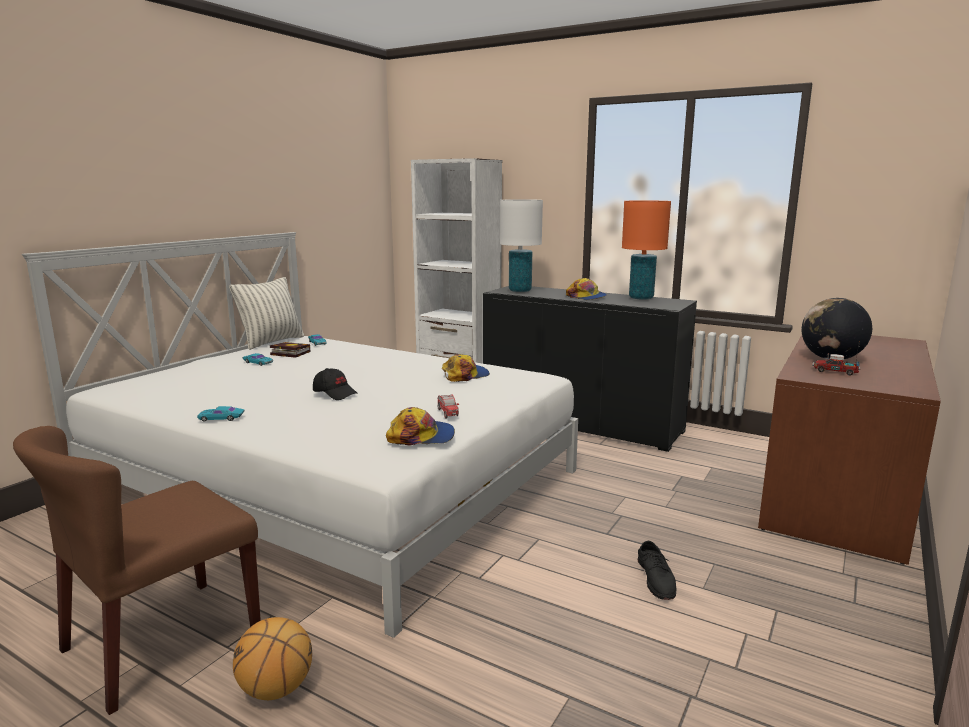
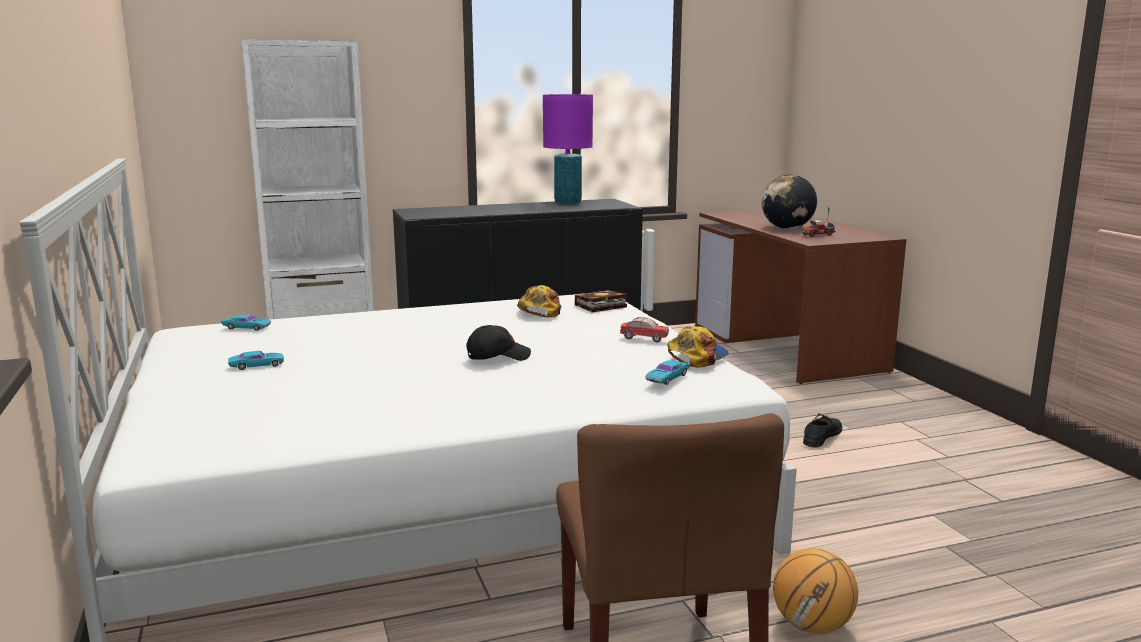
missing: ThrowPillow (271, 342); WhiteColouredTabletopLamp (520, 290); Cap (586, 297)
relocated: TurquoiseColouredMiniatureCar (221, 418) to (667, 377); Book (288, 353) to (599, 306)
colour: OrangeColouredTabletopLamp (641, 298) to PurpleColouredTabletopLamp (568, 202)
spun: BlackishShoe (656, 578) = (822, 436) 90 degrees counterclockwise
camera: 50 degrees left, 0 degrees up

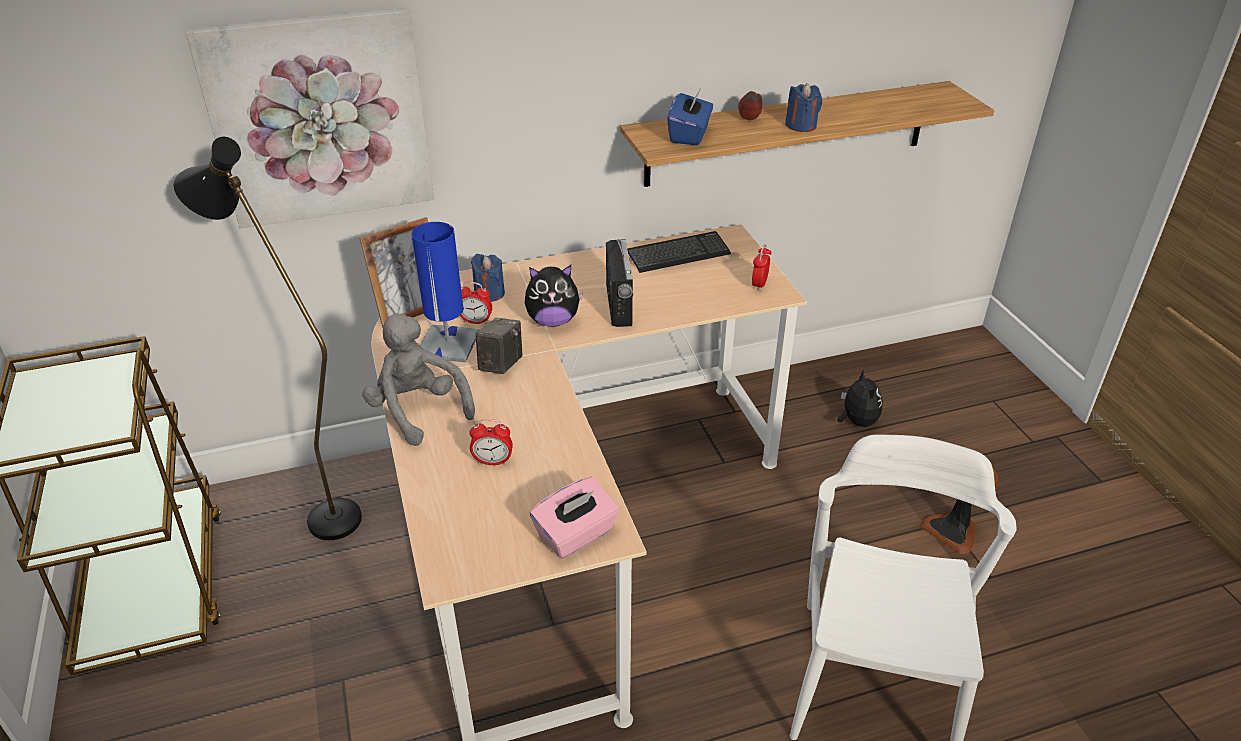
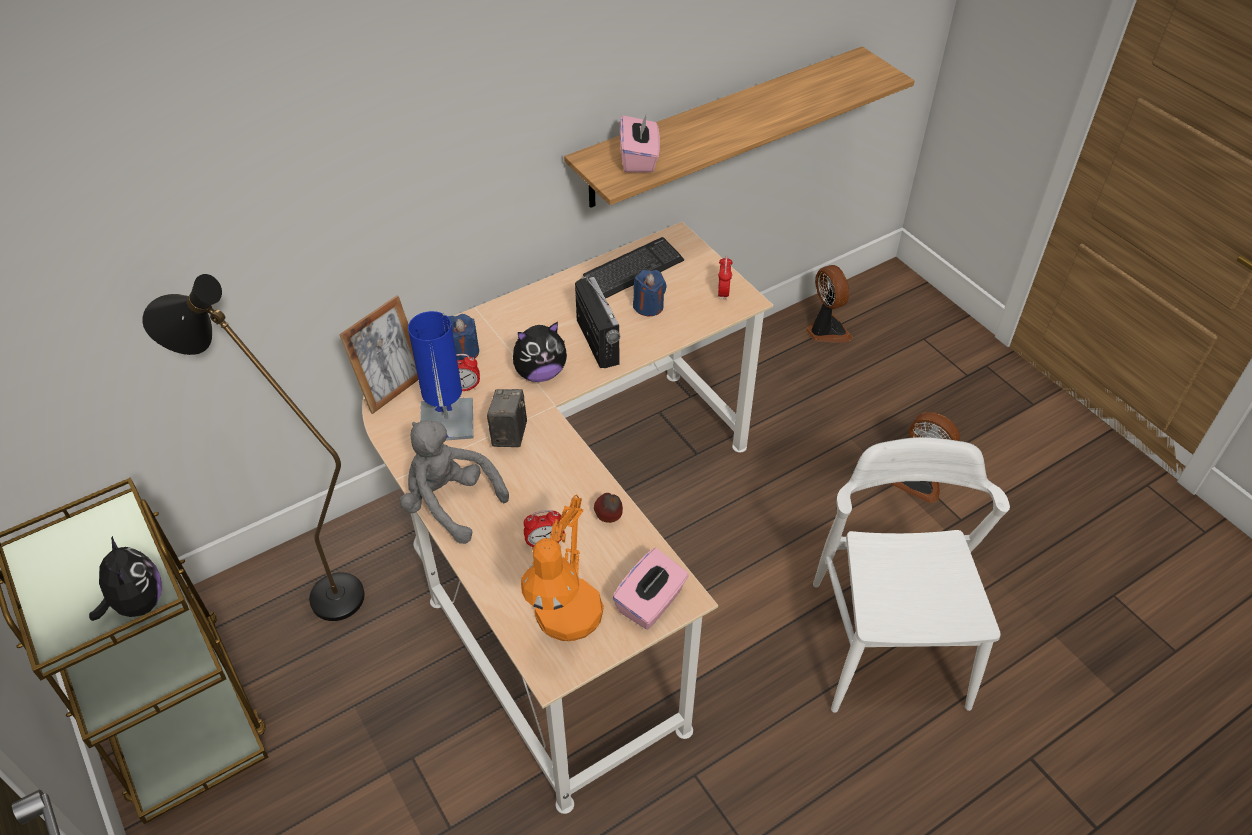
missing: WallPicture (320, 118)
appeared: OrangeColouredTabletopLamp (565, 625); Fan (825, 330)
relocated: AppleFruit (749, 120) to (609, 518); BlueColouredCandle (801, 126) to (648, 306); CuddlyToy (856, 421) to (137, 603)
colour: BlueColouredTissueBox (690, 135) to PinkTissueBox (639, 159)
camera: 15 degrees left, 10 degrees up

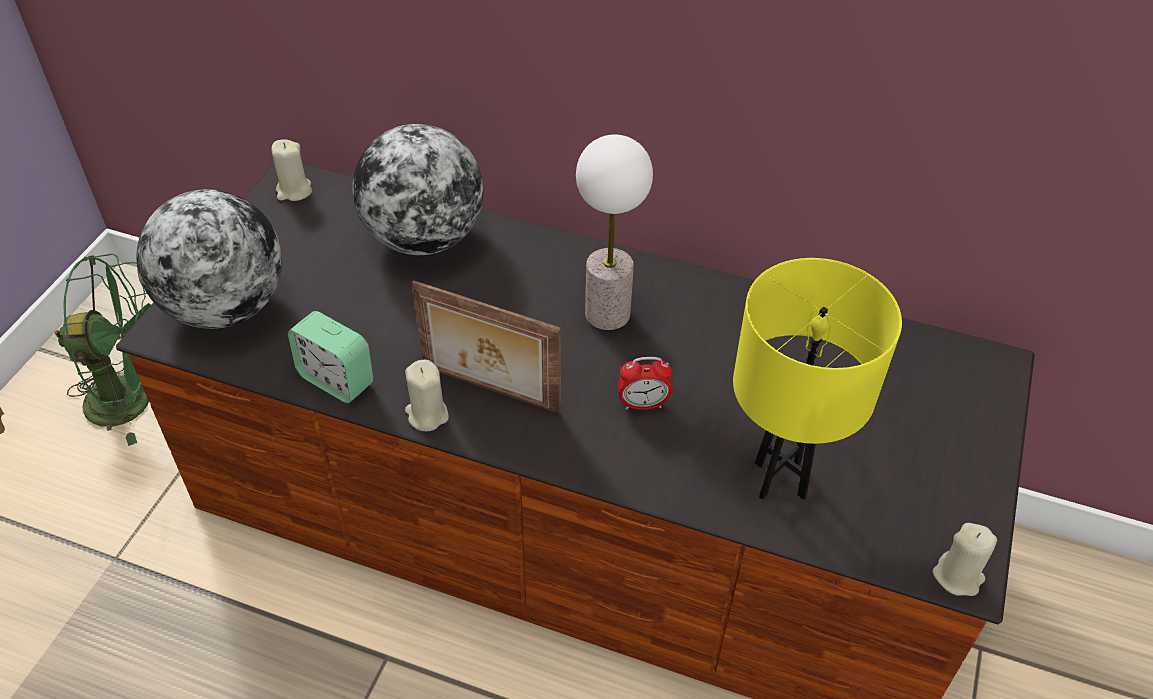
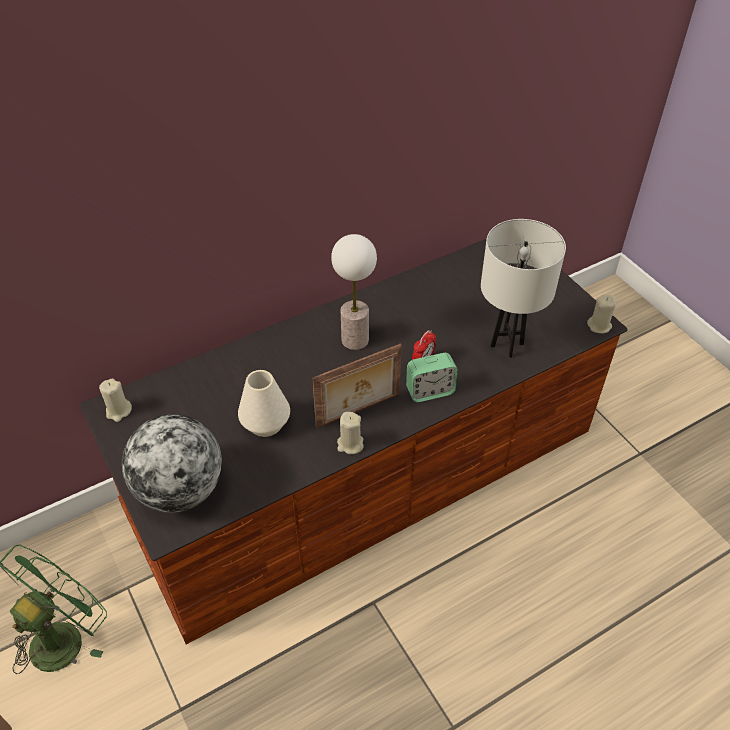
missing: Globe (424, 238)
appeared: WhiteColouredFlowerVase (265, 424)
relocated: BedsideClock (336, 379) to (430, 391)
colour: YellowTabletopLamp (780, 480) to WhiteColouredTabletopLamp (507, 345)
camera: 50 degrees left, 0 degrees up

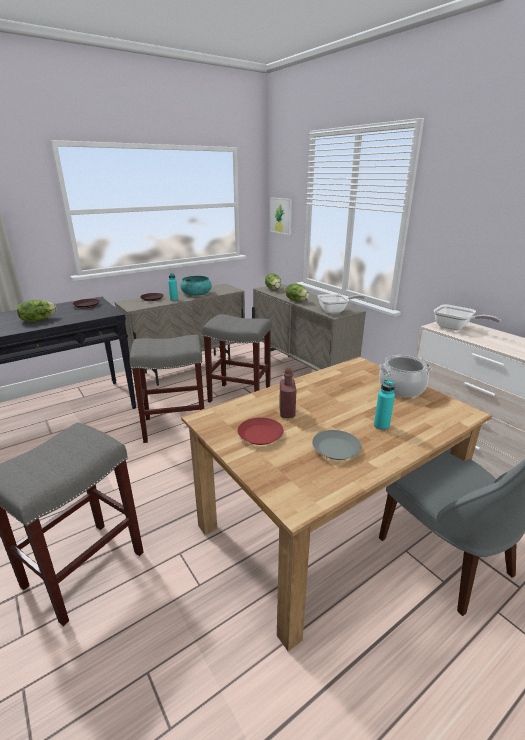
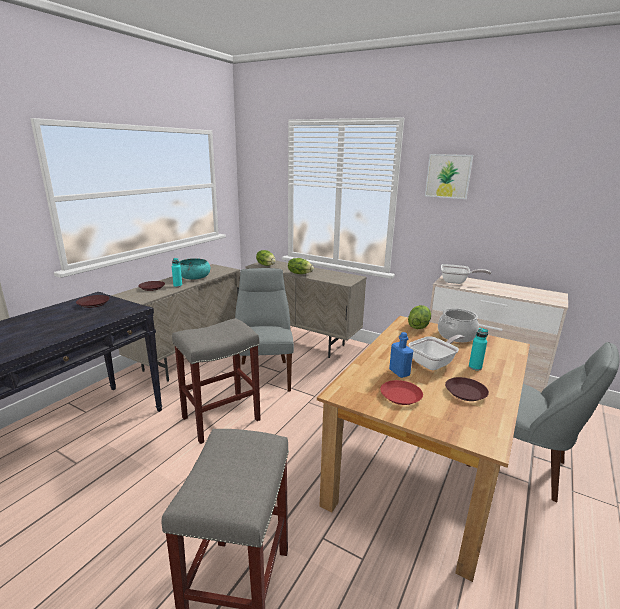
relocated: LettuceHead (38, 320) to (418, 326); WallPicture (281, 215) to (448, 176); Pan (335, 311) to (434, 363)
exchanged: GreyishSittingStool (240, 396) to GreyishPlainChair (264, 374)
colour: RedBeverageBottle (287, 412) to BlueColouredBeverageBottle (399, 372); GreyishPlate (336, 449) to BrownColouredPlate (466, 392)
camera: 25 degrees left, 5 degrees down

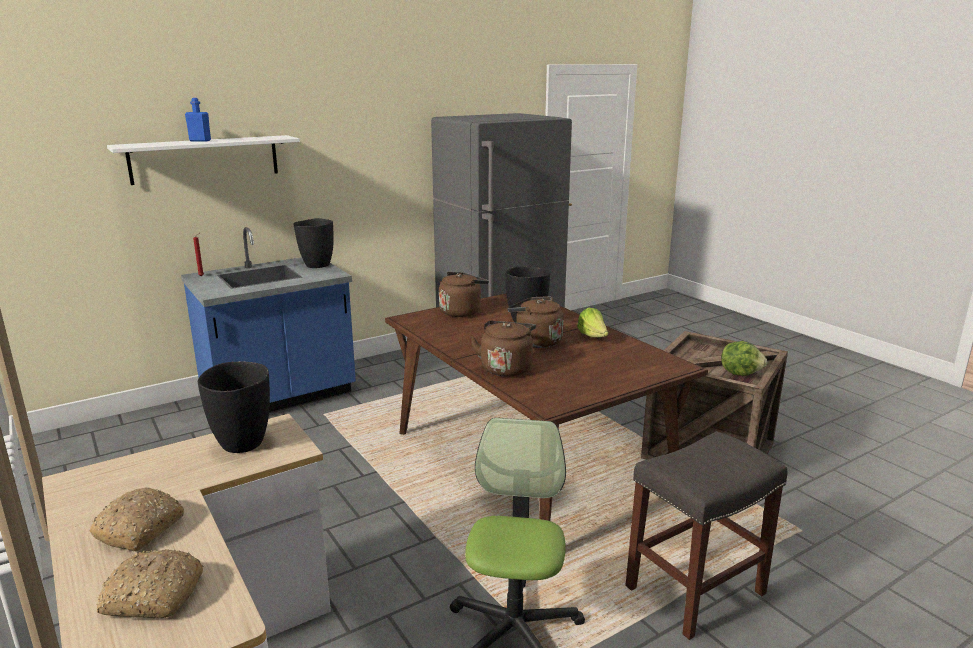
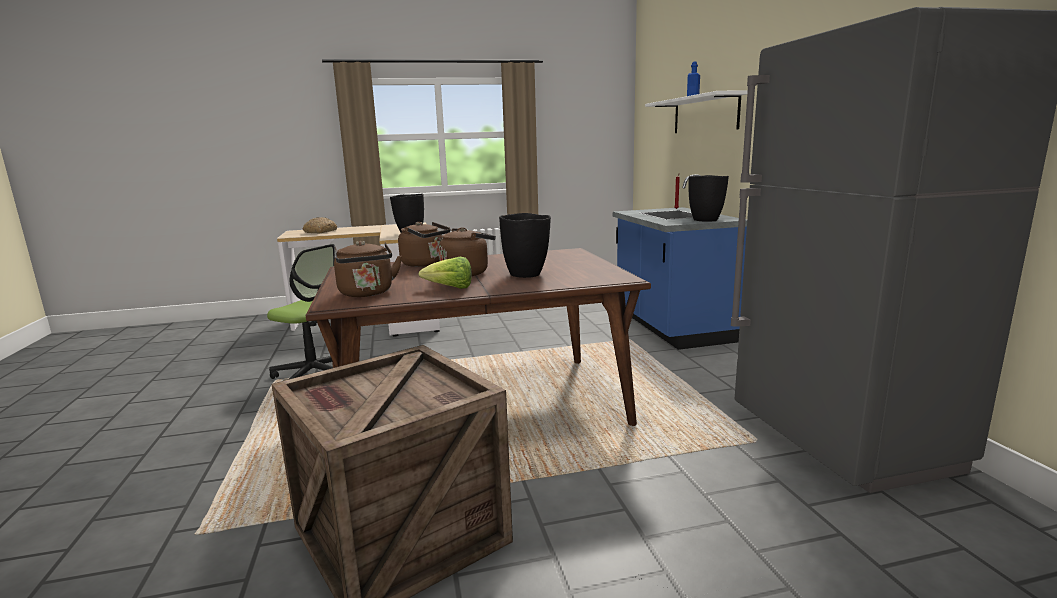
missing: BakedBread (140, 528); GreyishSittingStool (694, 591); LettuceHead (740, 373)
relocated: BrownColouredWaterKettle (462, 311) to (367, 293)
camera: 110 degrees right, 5 degrees down

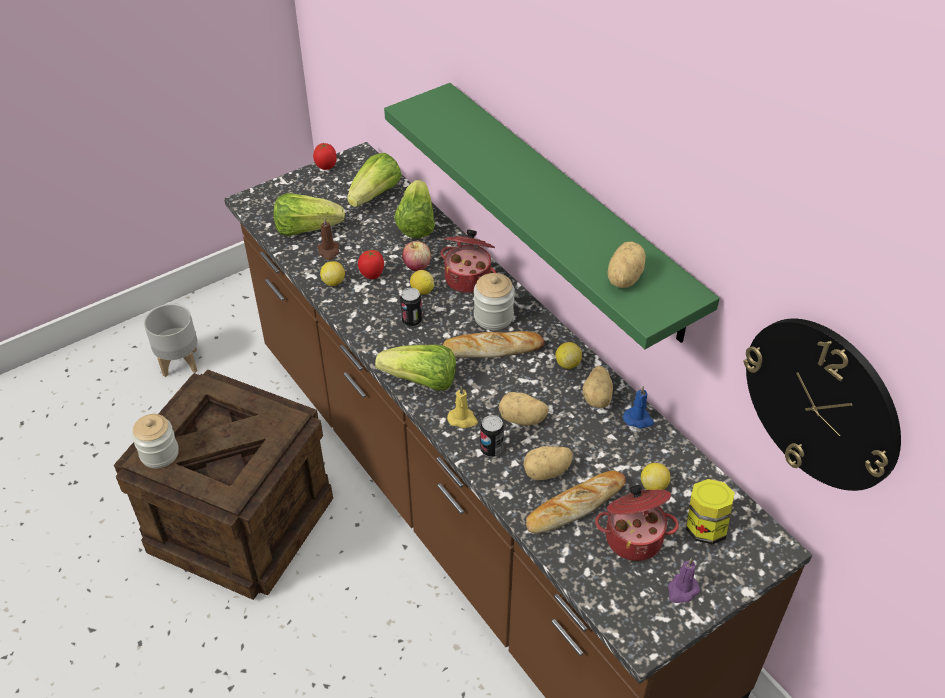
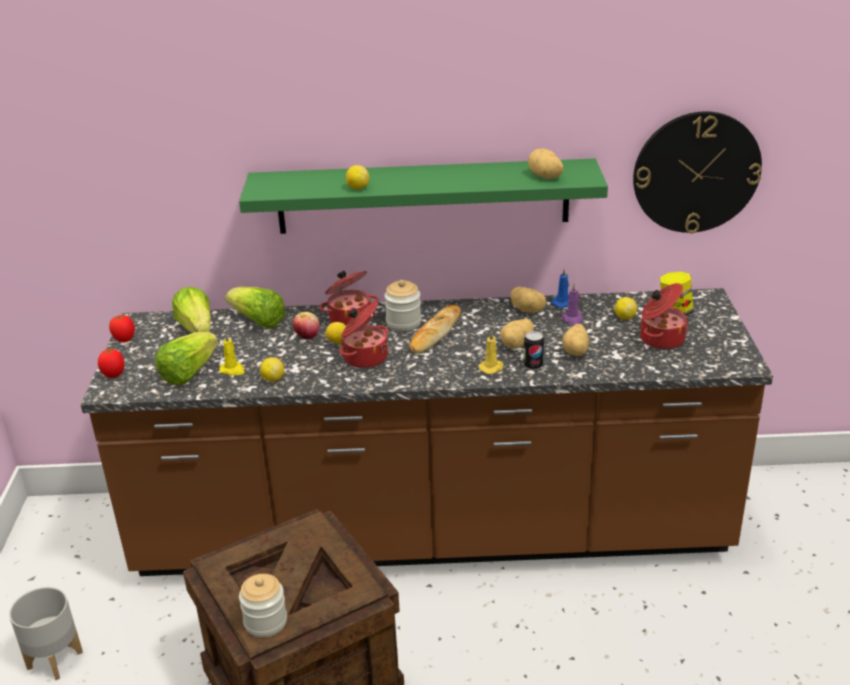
missing: LettuceHead (421, 381); BakedBread (575, 505)
relocated: FreshTomato (372, 275) to (114, 375); Lemon (567, 363) to (358, 188); PurpleColouredCandle (682, 590) to (572, 320)
exchanged: MetalCan (412, 320) to Stockpot (364, 357)
colour: BrownColouredCandle (328, 251) to YellowCandle (233, 370)
camera: 55 degrees left, 15 degrees down

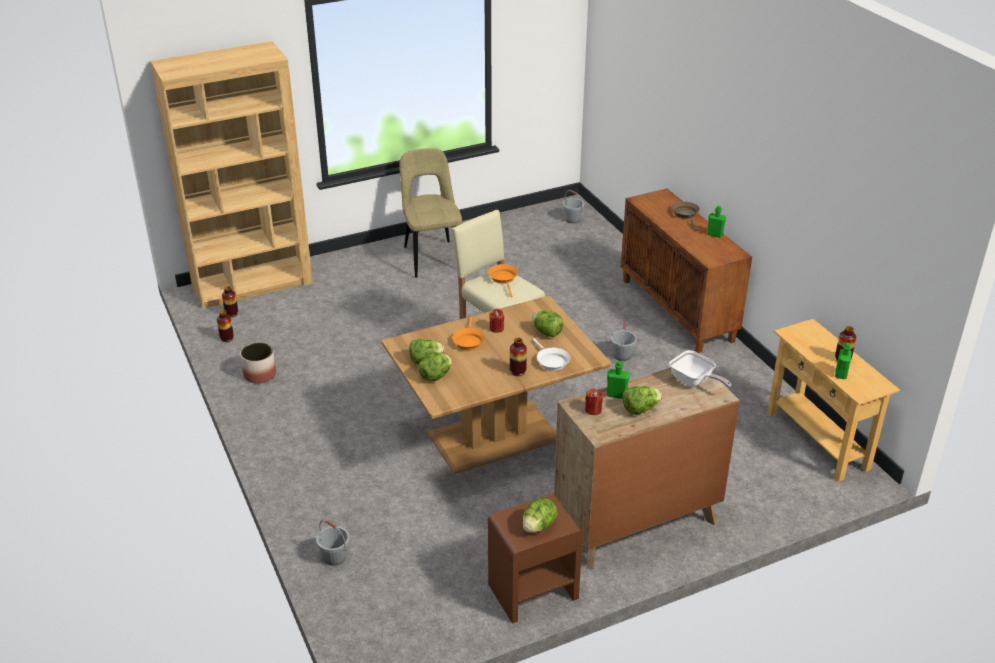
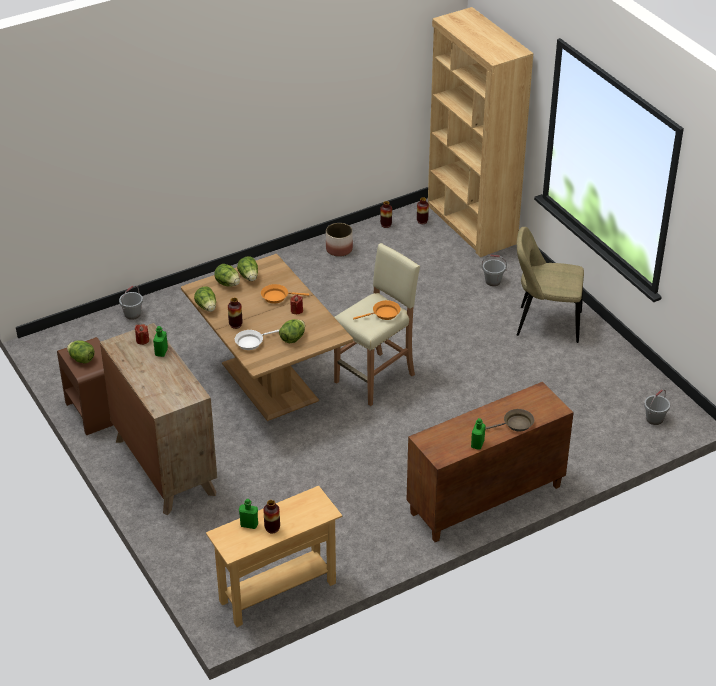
missing: Pan (694, 381)
relocated: GreyishBucket (622, 356) to (492, 281); LettuceHead (640, 409) to (207, 307)
spun: BeigeColouredPlainChair (432, 257) = (545, 324) 150 degrees counterclockwise
camera: 85 degrees right, 5 degrees up

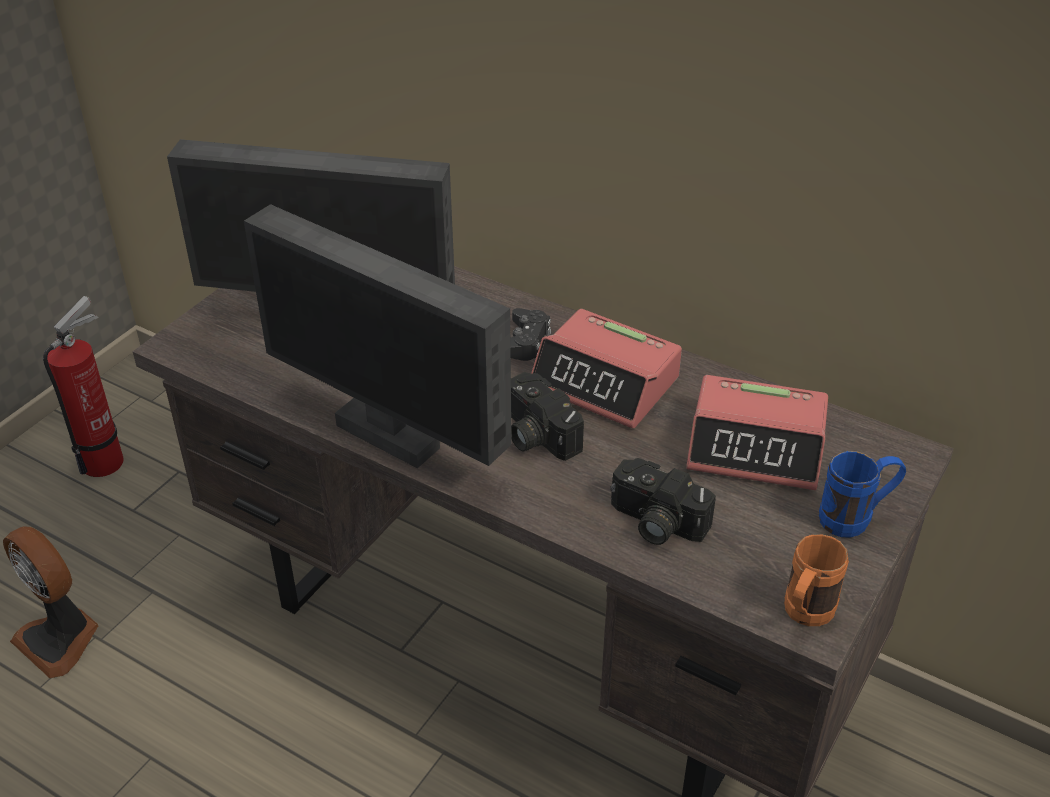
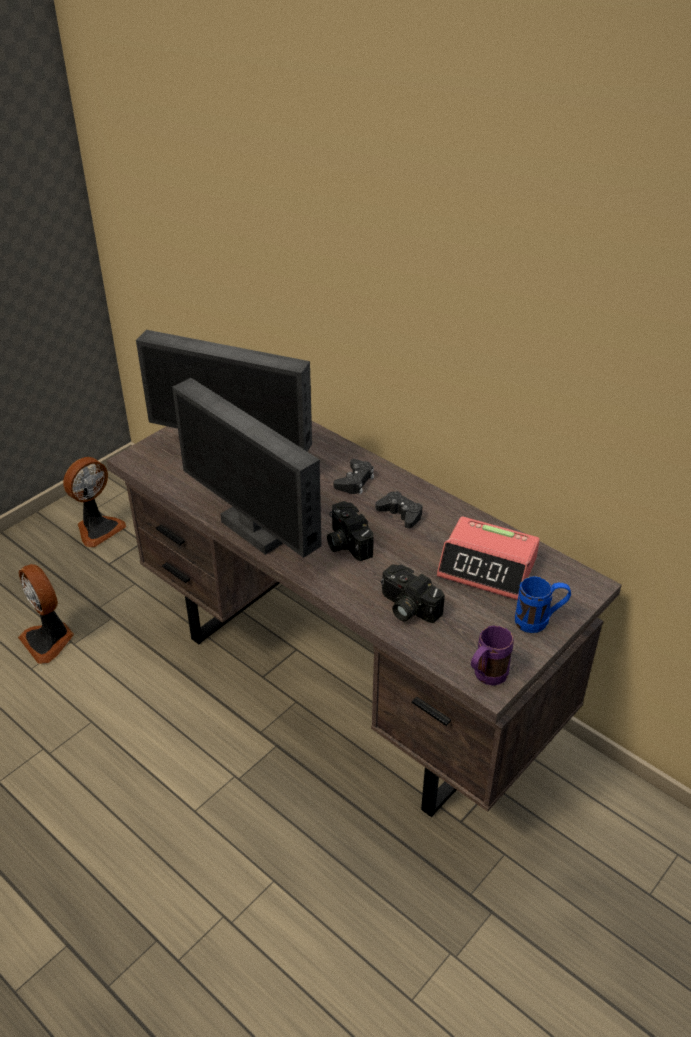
exchanged: Extinguisher (106, 459) to Fan (97, 528); BedsideClock (605, 382) to BlackishJoypad (400, 514)
colour: OrangeColouredMug (803, 616) to PurpleColouredMug (485, 678)
camera: 10 degrees right, 0 degrees up

